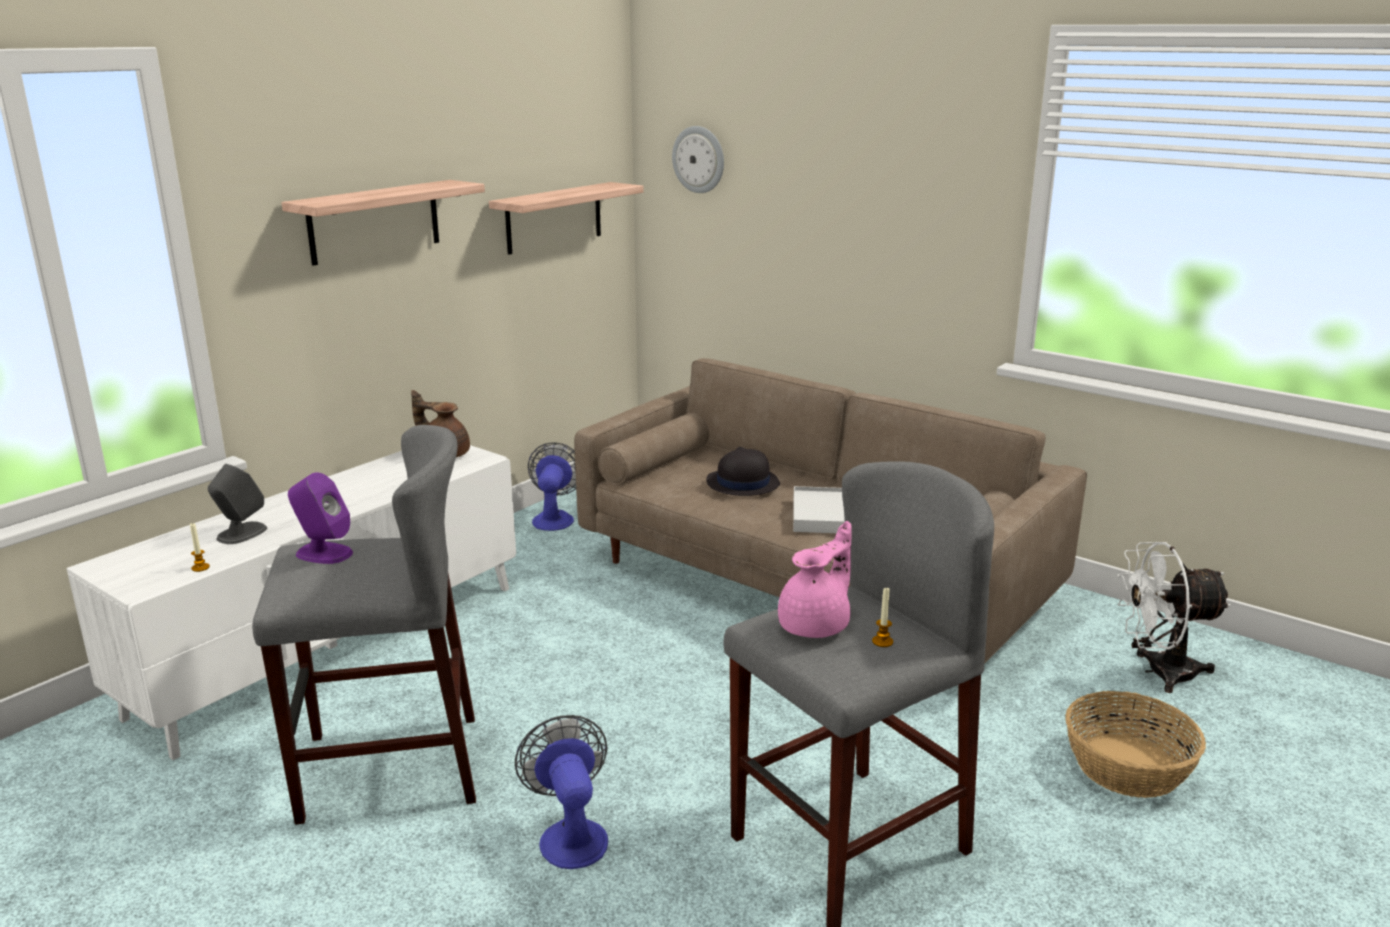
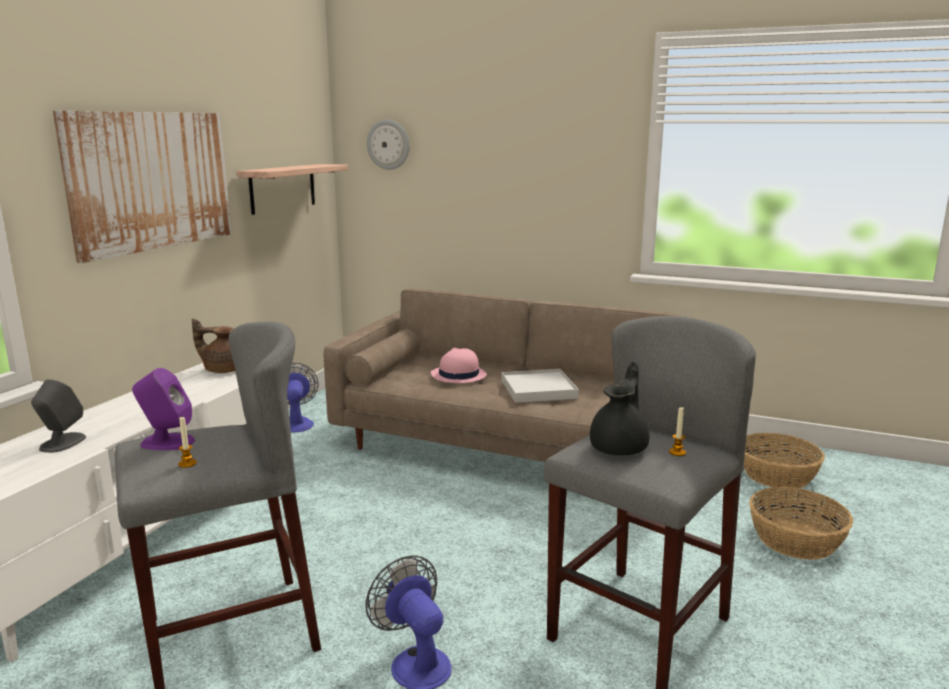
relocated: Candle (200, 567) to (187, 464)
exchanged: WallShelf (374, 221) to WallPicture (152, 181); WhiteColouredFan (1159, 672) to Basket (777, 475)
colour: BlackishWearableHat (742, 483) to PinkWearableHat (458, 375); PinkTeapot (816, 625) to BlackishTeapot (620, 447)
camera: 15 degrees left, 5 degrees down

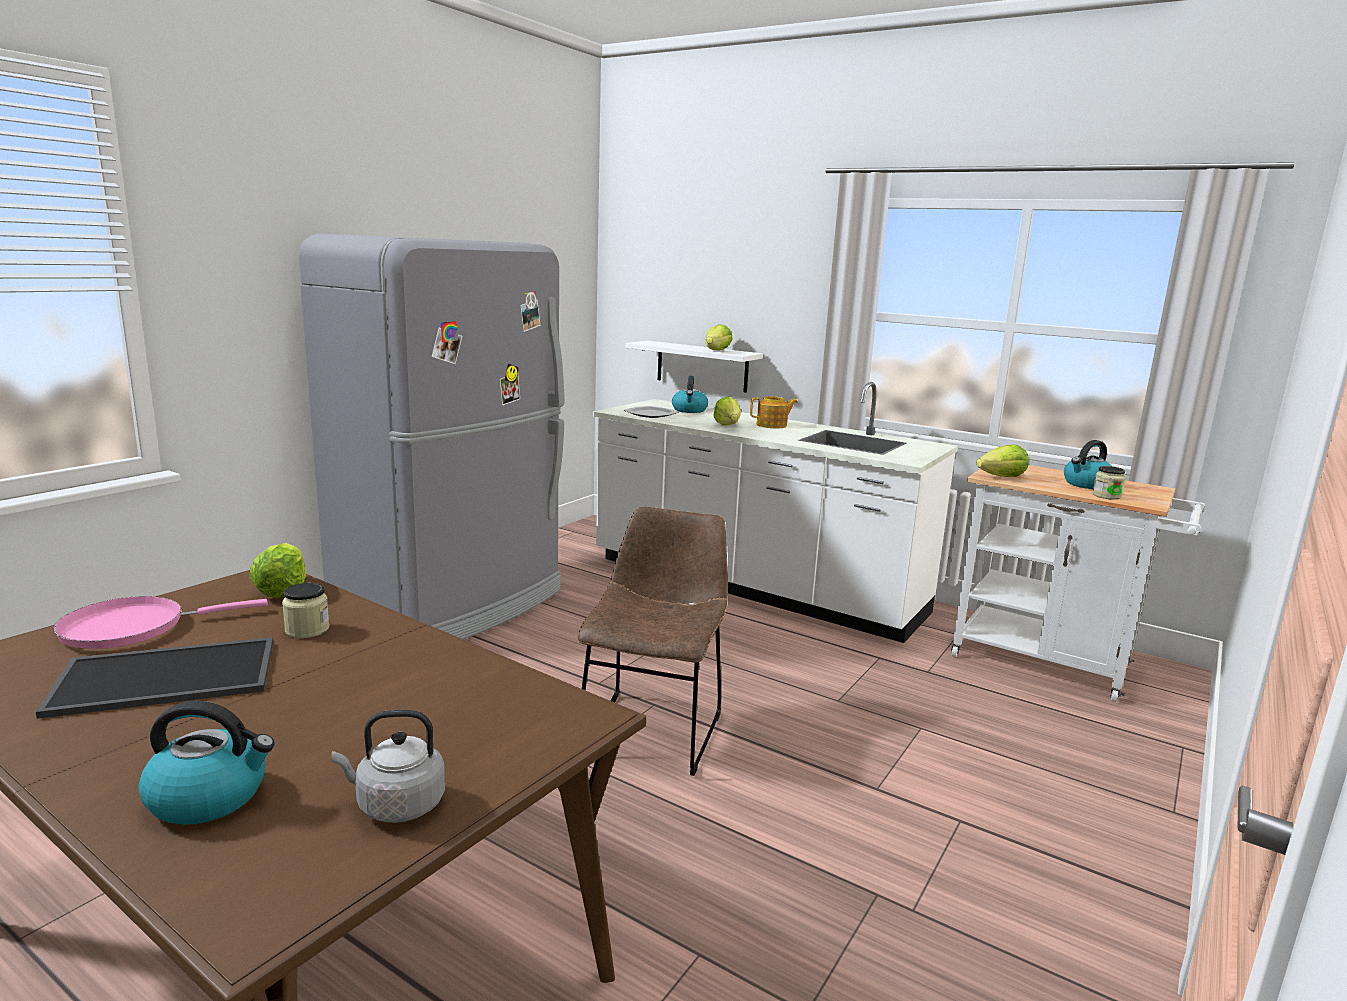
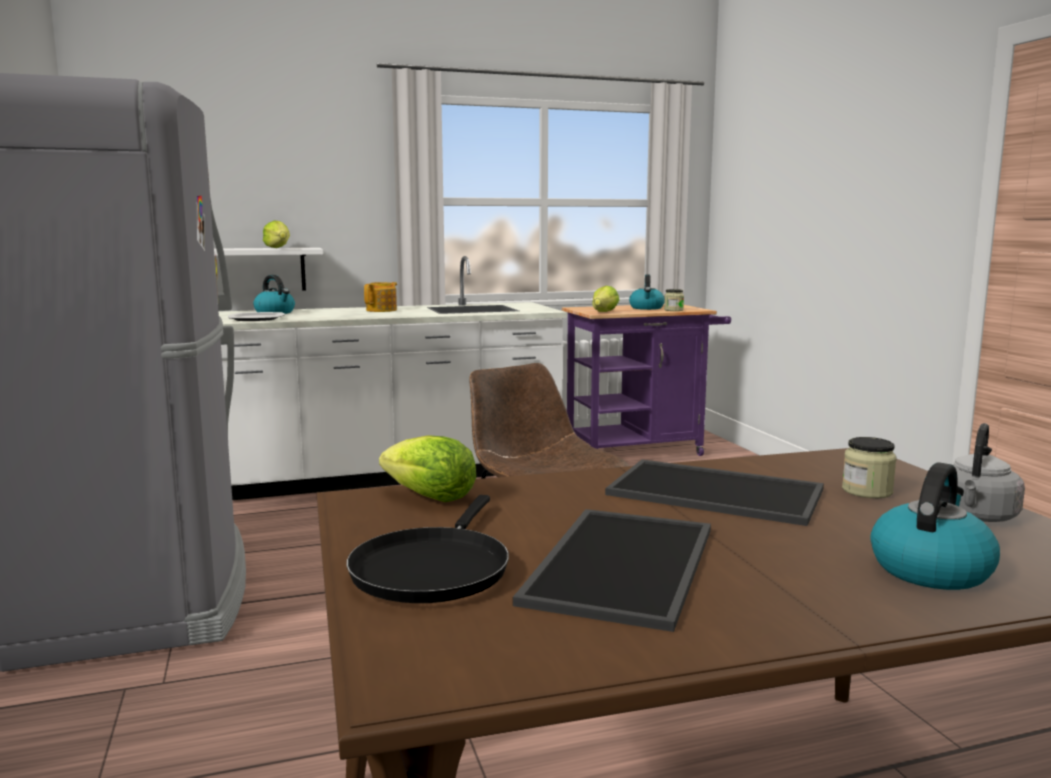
missing: LettuceHead (728, 425)
appeared: Tray (718, 491)
relocated: PreserveJar (307, 630) to (867, 491)
colour: PinkPan (133, 628) to BlackishPan (433, 569); WhiteColouredWheeledCart (1052, 664) to PurpleColouredWheeledCart (642, 450)
camera: 50 degrees left, 5 degrees down

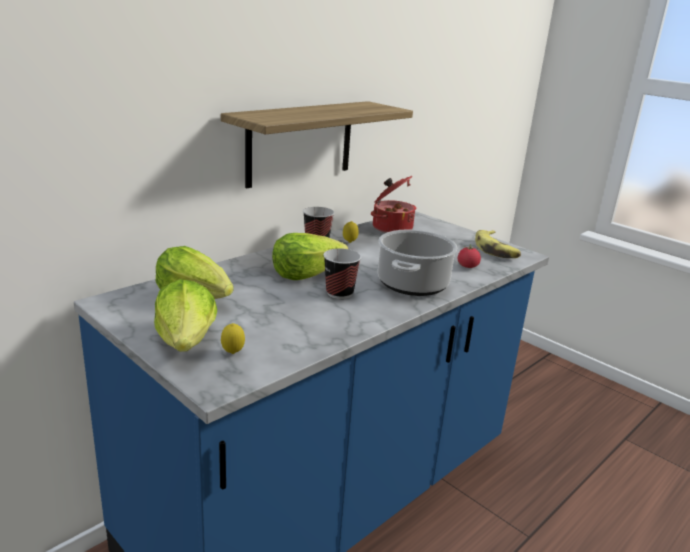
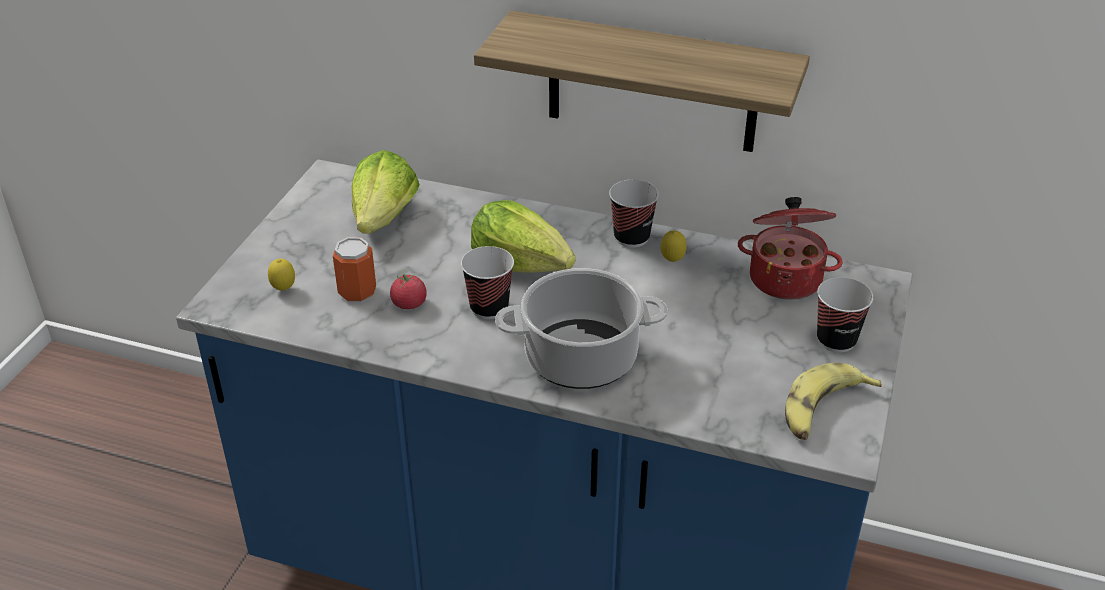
missing: LettuceHead (187, 341)
appeared: MetalCan (357, 292); SmallCup (836, 340)
relocated: FreshTomato (467, 266) to (409, 304)
camera: 65 degrees right, 15 degrees up

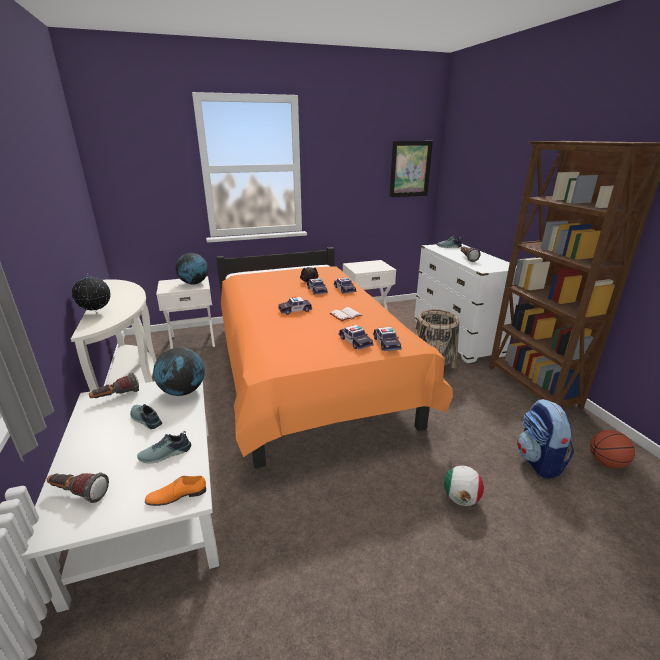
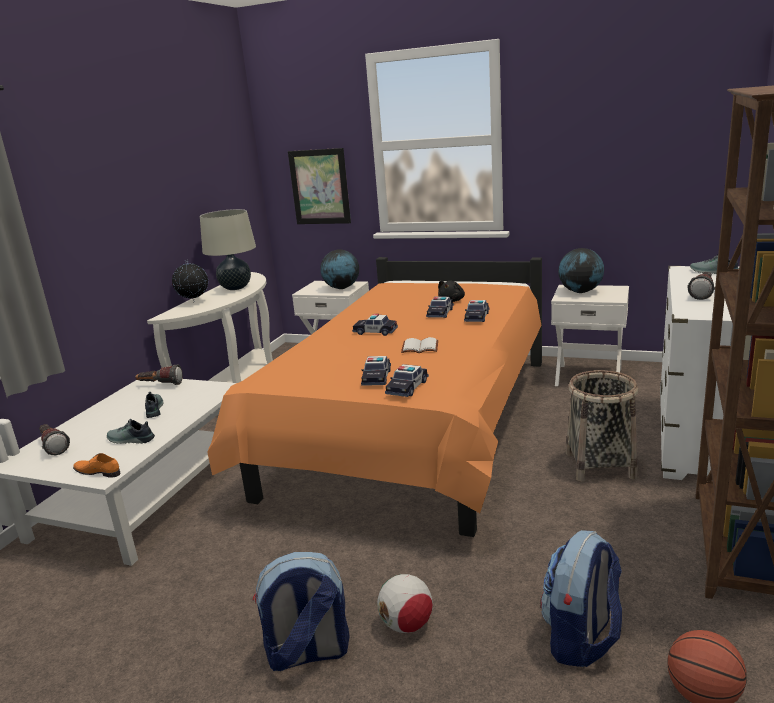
appeared: BeigeColouredTabletopLamp (235, 288); Backpack (307, 653)
relocated: Globe (183, 391) to (580, 292); WallPicture (410, 169) to (319, 187)
camera: 40 degrees right, 5 degrees down

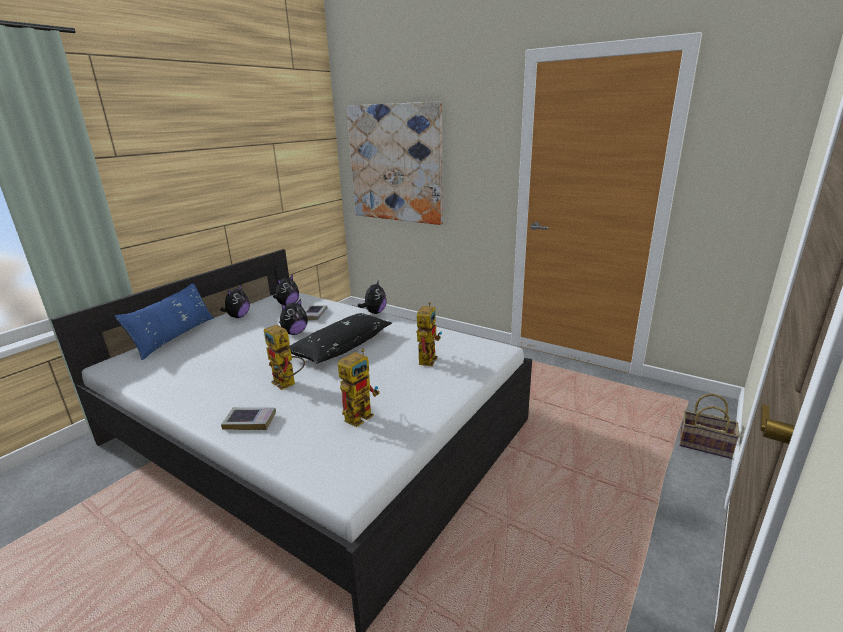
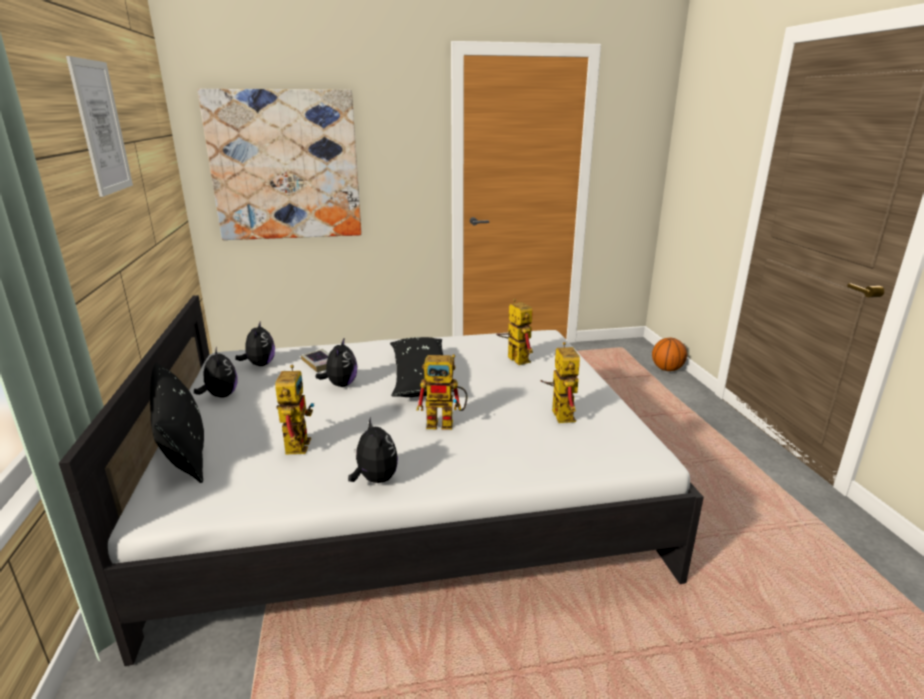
missing: Book (250, 421)
appeared: WallPicture (101, 127); RobotFigure (296, 442)
relocated: CuddlyToy (374, 312) to (375, 479)
exchanged: Basket (706, 445) to Basketball (667, 369)
colour: BlueColouredThrowPillow (175, 337) to BlackishThrowPillow (183, 445)
camera: 45 degrees left, 0 degrees up

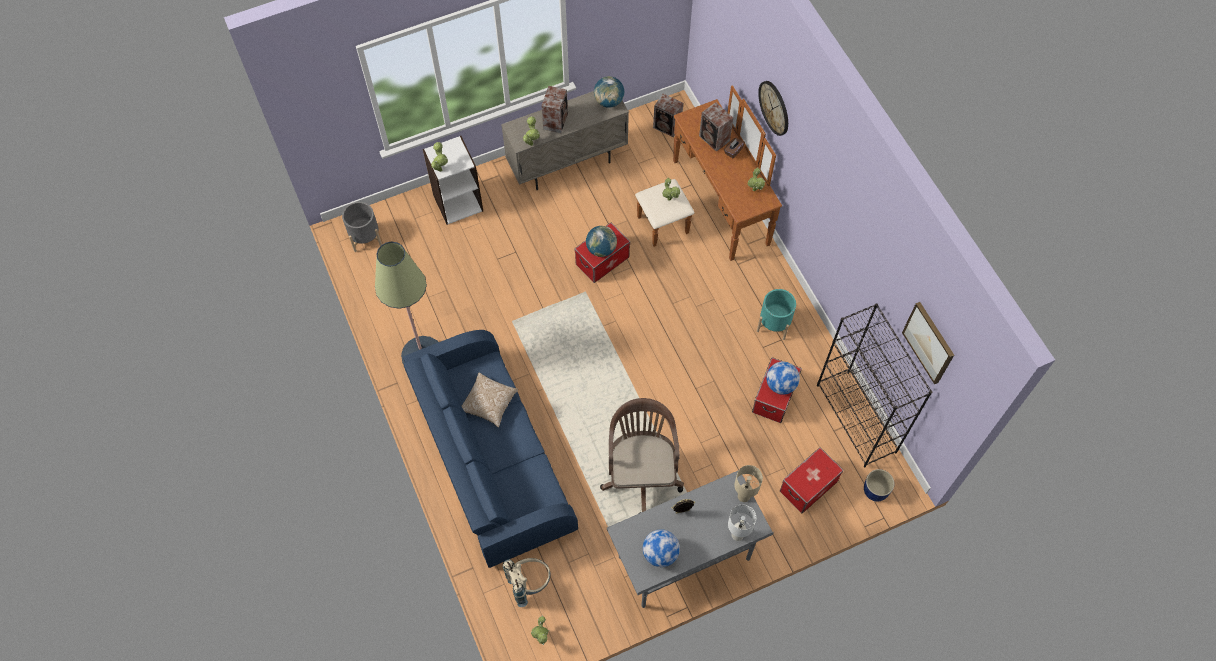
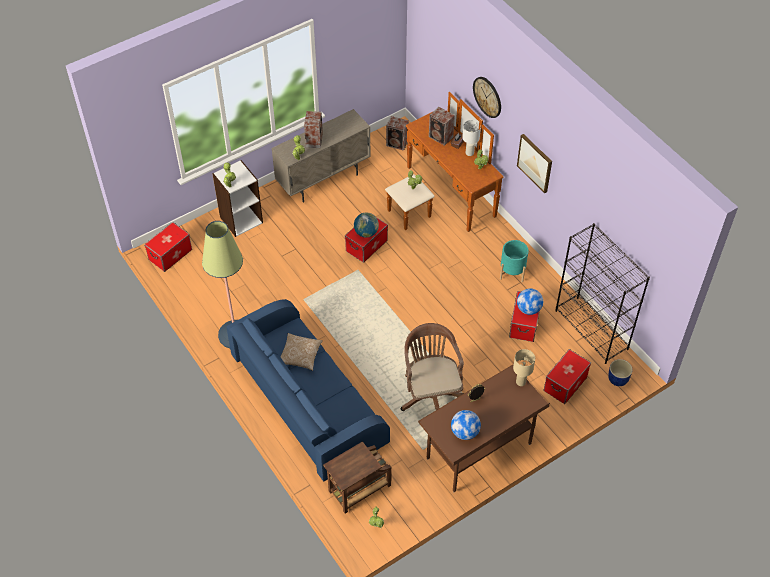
missing: Globe (609, 101)
relocated: WhiteColouredTabletopLamp (737, 535) to (469, 153); WallPicture (929, 342) to (535, 163)
exchanged: GreyishFlowerPot (365, 237) to StorageContainer (170, 255); BeigeColouredBackpack (529, 583) to BrownColouredAccentTable (358, 489)
colour: GreyishDeskUnit (684, 559) to BrownColouredDeskUnit (479, 451)
camera: 10 degrees left, 10 degrees down

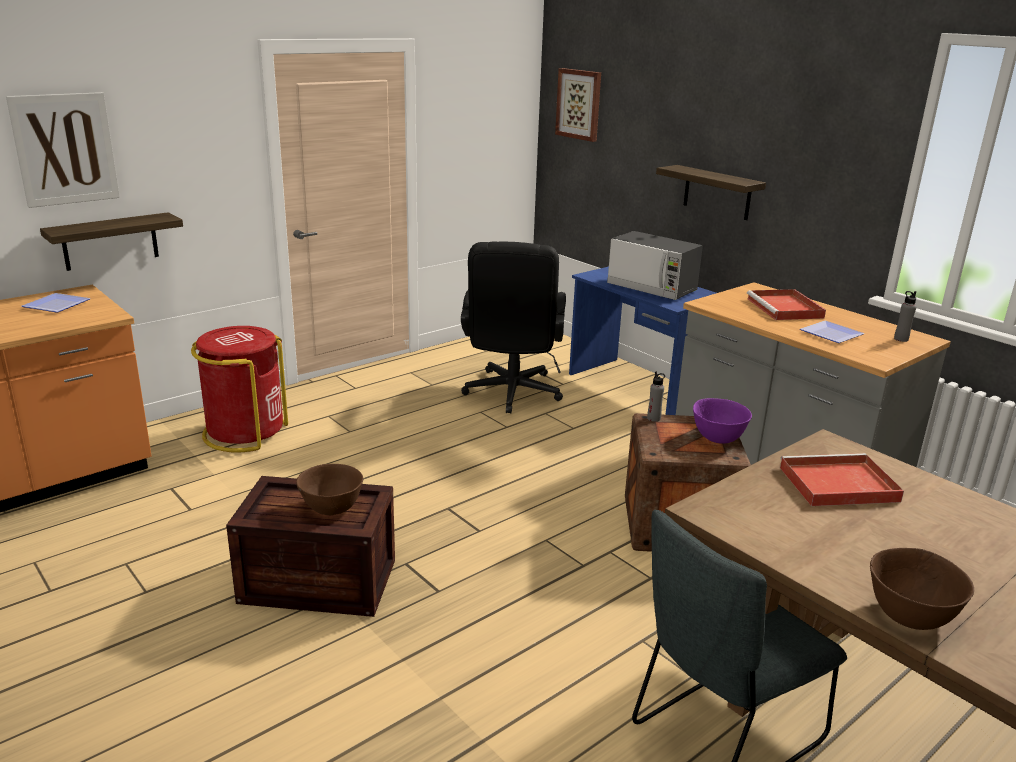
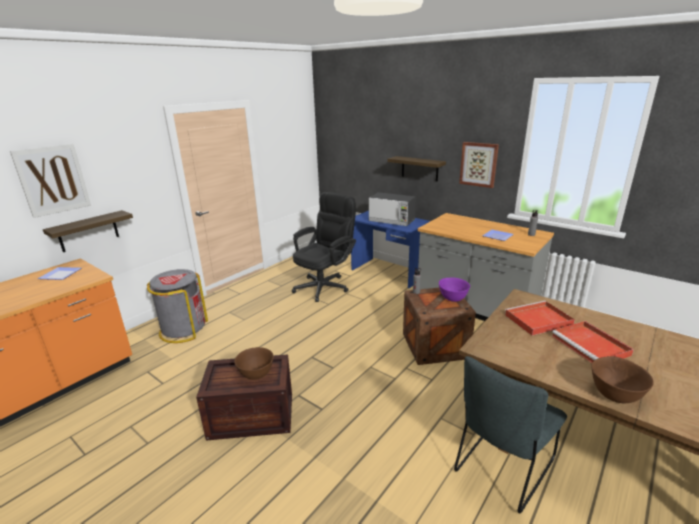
relocated: WallPicture (579, 104) to (478, 164); RedTray (785, 308) to (591, 346)
colour: RedWasteBin (244, 433) to GreyishWasteBin (183, 329)
spun: BlackishDeskChair (511, 395) = (325, 285) 135 degrees counterclockwise
camera: 10 degrees left, 0 degrees up

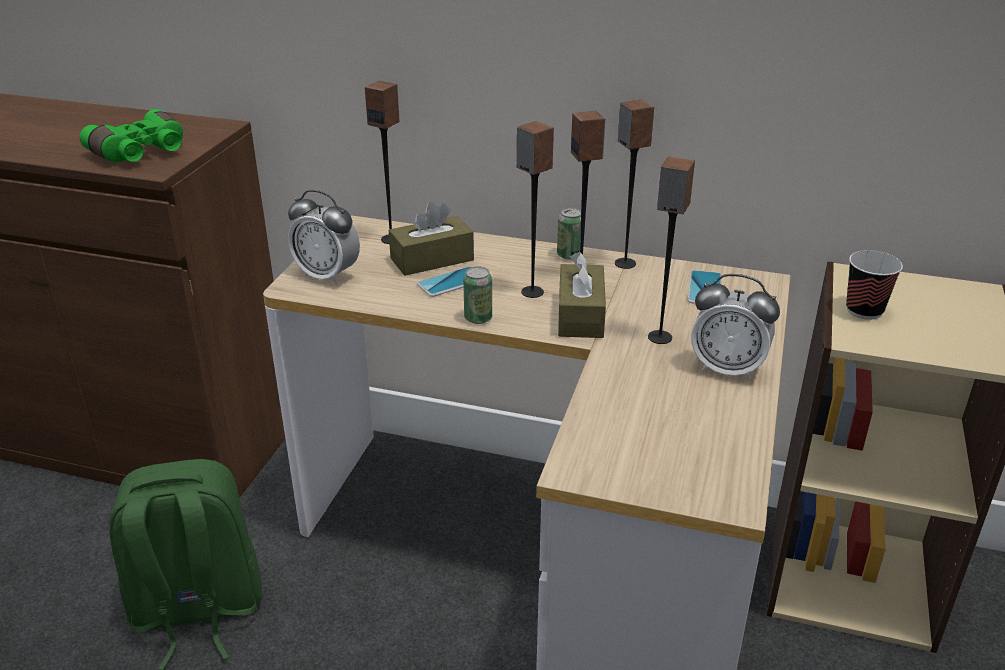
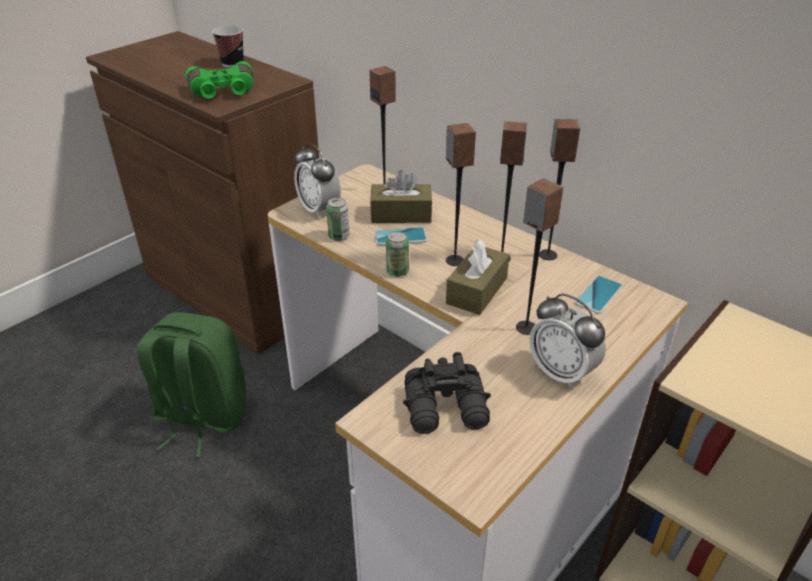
appeared: BlackishBinoculars (447, 409)
relocated: MetalCan (569, 255) to (339, 236); SmallCup (864, 310) to (232, 64)
camera: 25 degrees right, 5 degrees up

